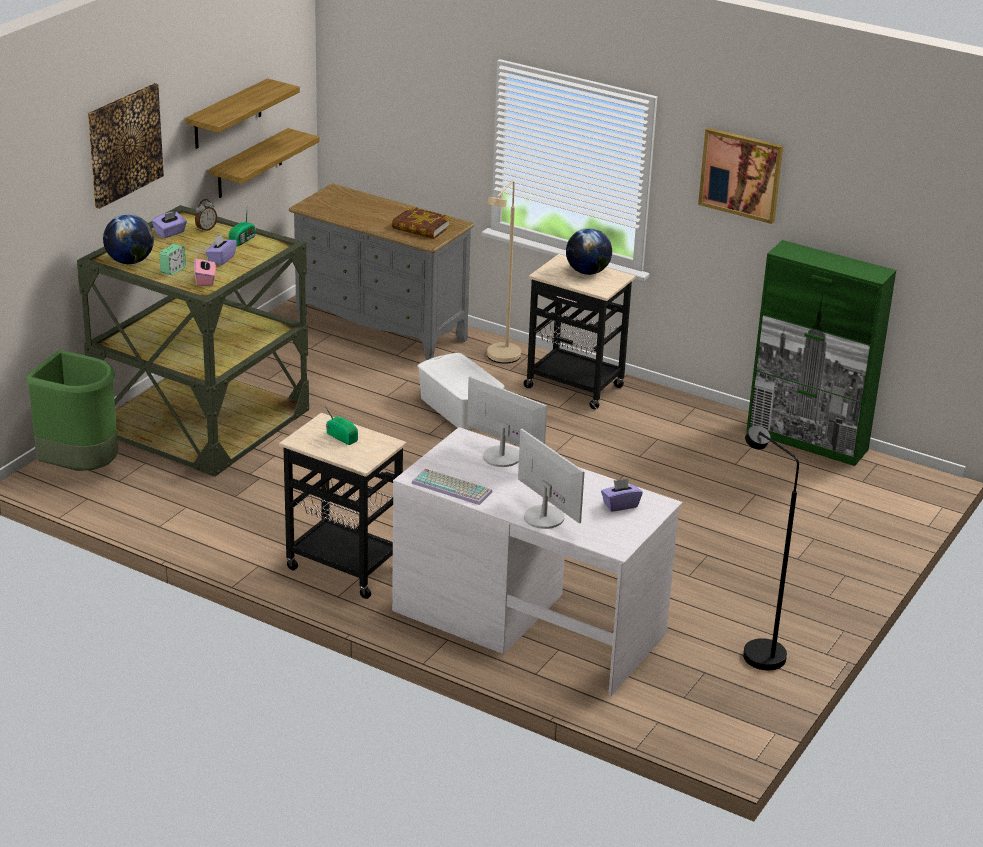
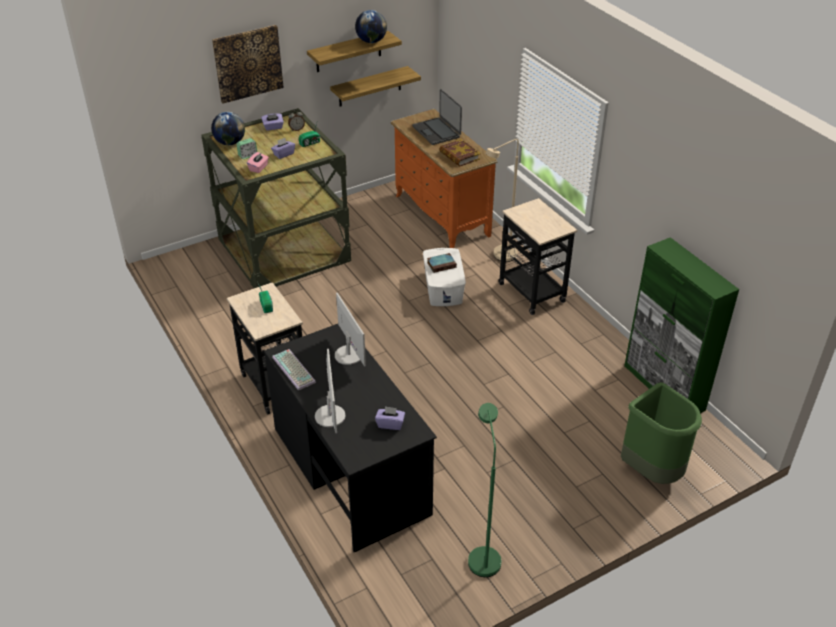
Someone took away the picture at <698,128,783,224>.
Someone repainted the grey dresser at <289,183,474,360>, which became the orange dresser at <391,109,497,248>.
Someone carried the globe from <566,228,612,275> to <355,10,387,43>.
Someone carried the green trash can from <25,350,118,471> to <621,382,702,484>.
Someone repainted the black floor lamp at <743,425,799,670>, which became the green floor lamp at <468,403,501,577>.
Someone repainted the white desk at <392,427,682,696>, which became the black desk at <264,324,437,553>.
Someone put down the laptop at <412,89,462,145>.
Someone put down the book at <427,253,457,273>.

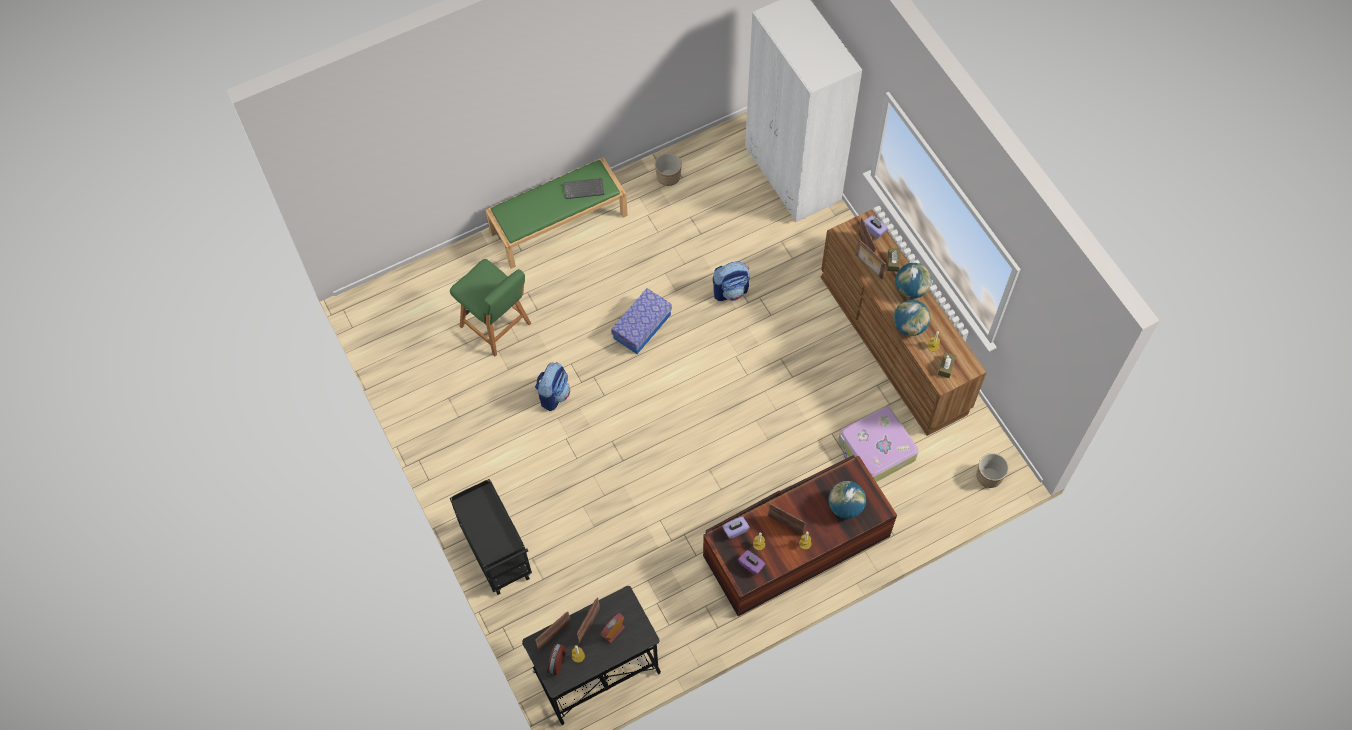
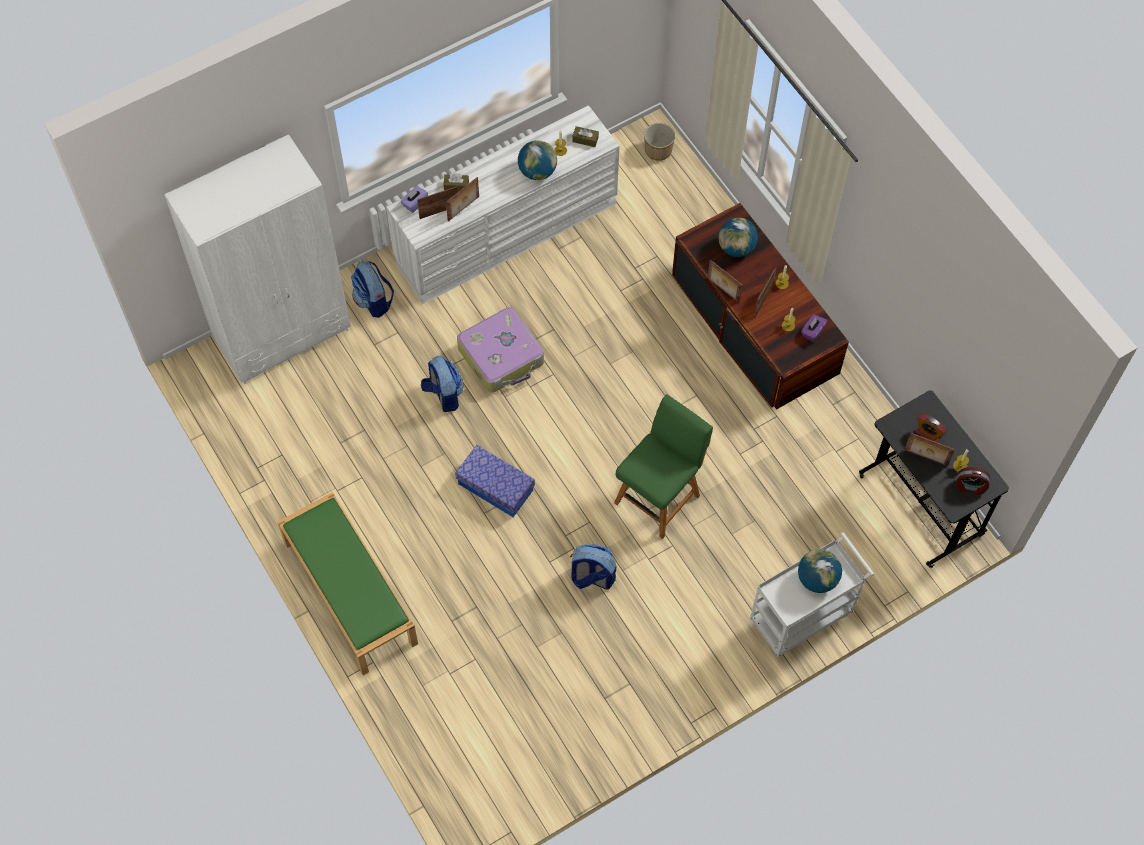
Someone took away the planter at <655,153,682,186>.
Someone took away the keyboard at <564,178,604,199>.
Someone repainted the brown dresser at <820,209,987,436>, which became the white dresser at <386,105,620,304>.
Someone carried the green chair from <450,259,531,357> to <614,394,713,539>.
Someone carried the globe from <895,263,932,299> to <798,549,842,593>.
Someone carried the suitcase from <838,406,919,482> to <457,307,544,393>.
Someone repainted the black cart at <450,479,532,595>, which became the white cart at <750,532,874,657>.
Someone took away the purple tissue box at <722,516,750,539>.
Someone carried the picture frame from <535,612,571,650> to <707,260,743,303>.
Someone put down the backpack at <351,261,394,318>.

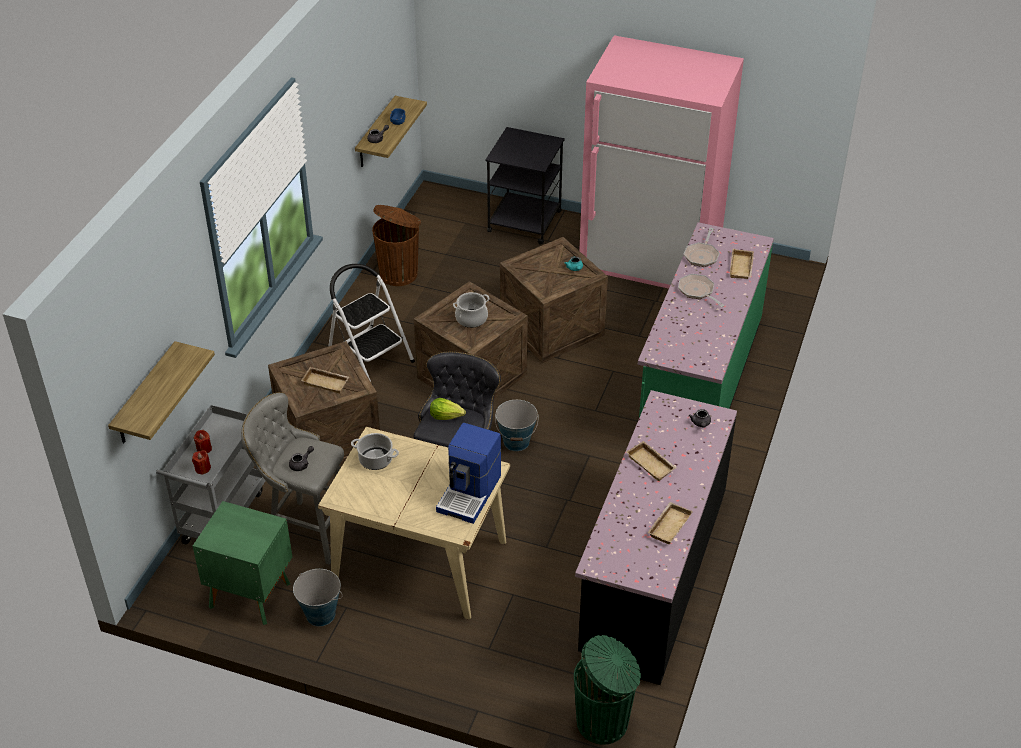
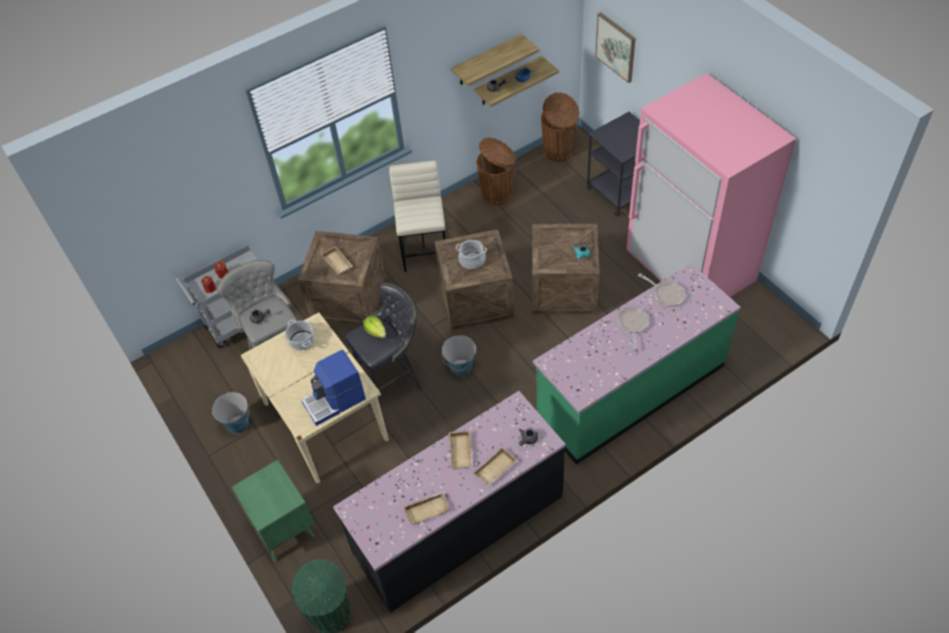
Someone rotated the frying pan at <684,228,720,267> by 105 degrees counterclockwise.
Someone carried the beige tray from <730,249,754,279> to <473,447,517,487>.
Someone swapped the step ladder at <328,264,415,385> for the beige chair at <389,161,445,272>.
Someone carried the shelf from <108,341,215,443> to <451,34,540,86>.
Someone carried the green nightstand from <192,501,292,625> to <232,460,315,562>.
Someone put up the picture at <595,12,636,83>.
Someone put down the brown trash can at <541,92,580,162>.

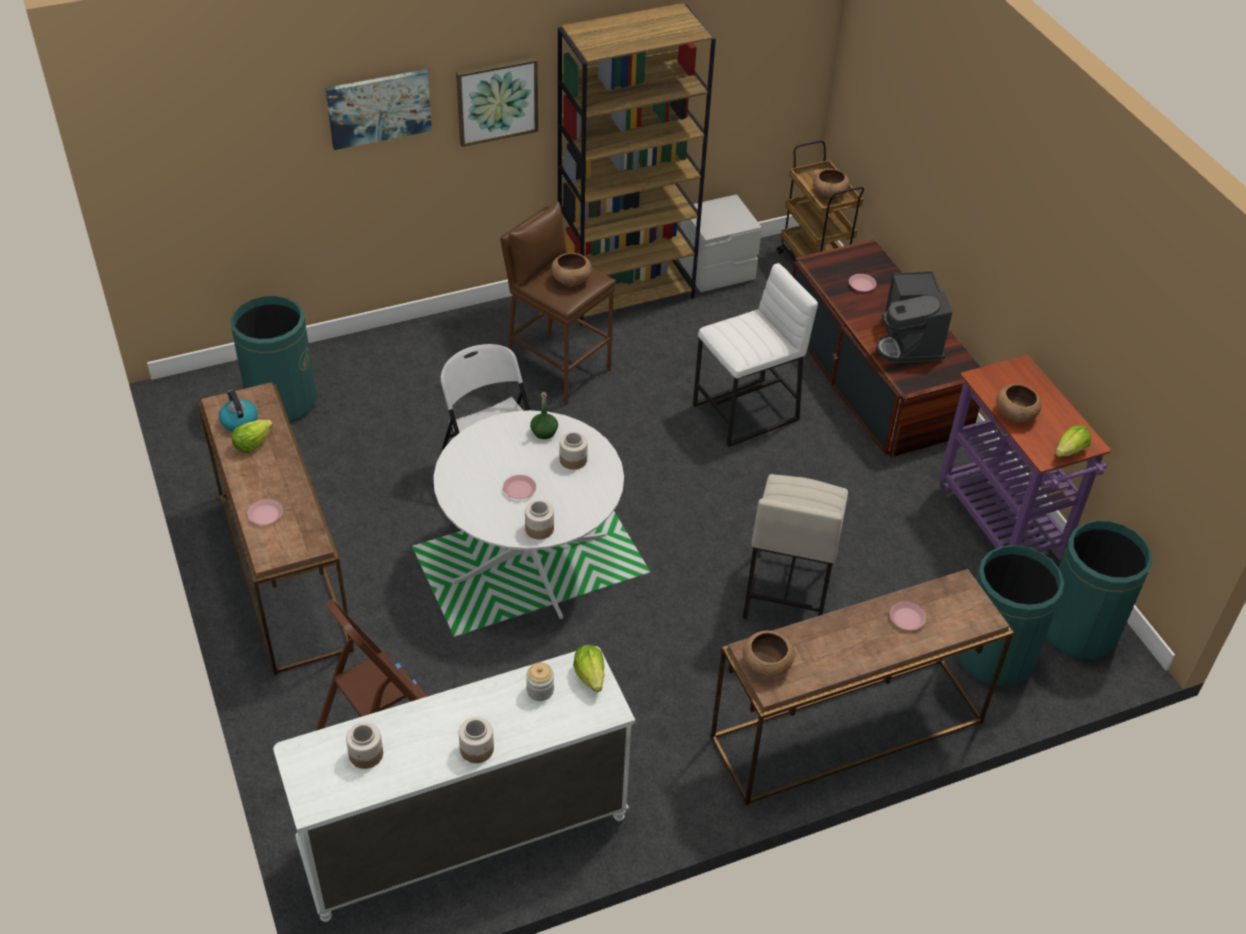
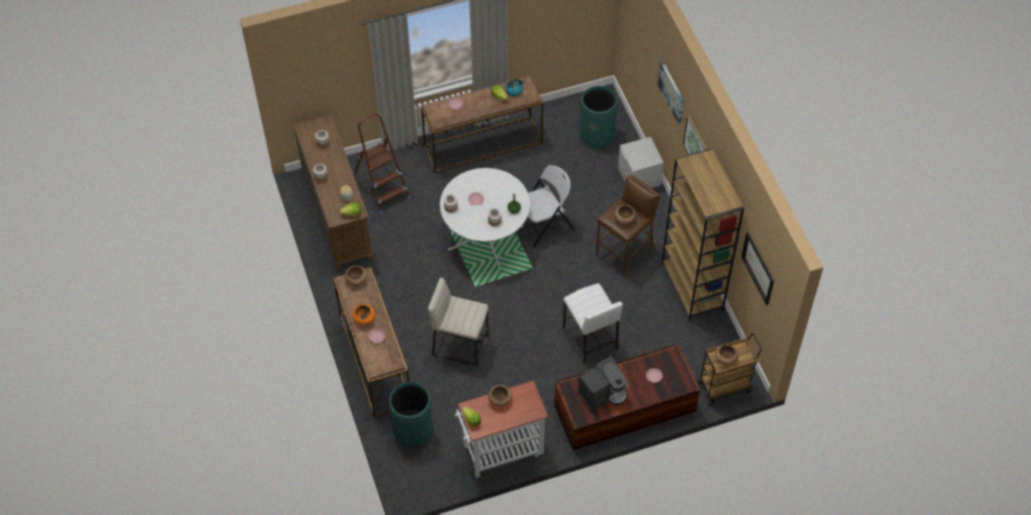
Someone carried the white nightstand from <678,194,762,292> to <618,137,664,188>.
Someone rotated the coffee machine at <876,271,952,363> by 150 degrees clockwise.
Someone repainted the purple cart at <939,355,1111,560>, which became the white cart at <455,381,548,478>.
Someone took away the green trash can at <1046,520,1152,659>.
Someone repainted the white dresser at <273,646,636,922>, which became the brown dresser at <293,115,373,269>.
Someone put up the picture at <741,232,774,305>.
Someone put down the orange bowl at <352,304,375,325>.

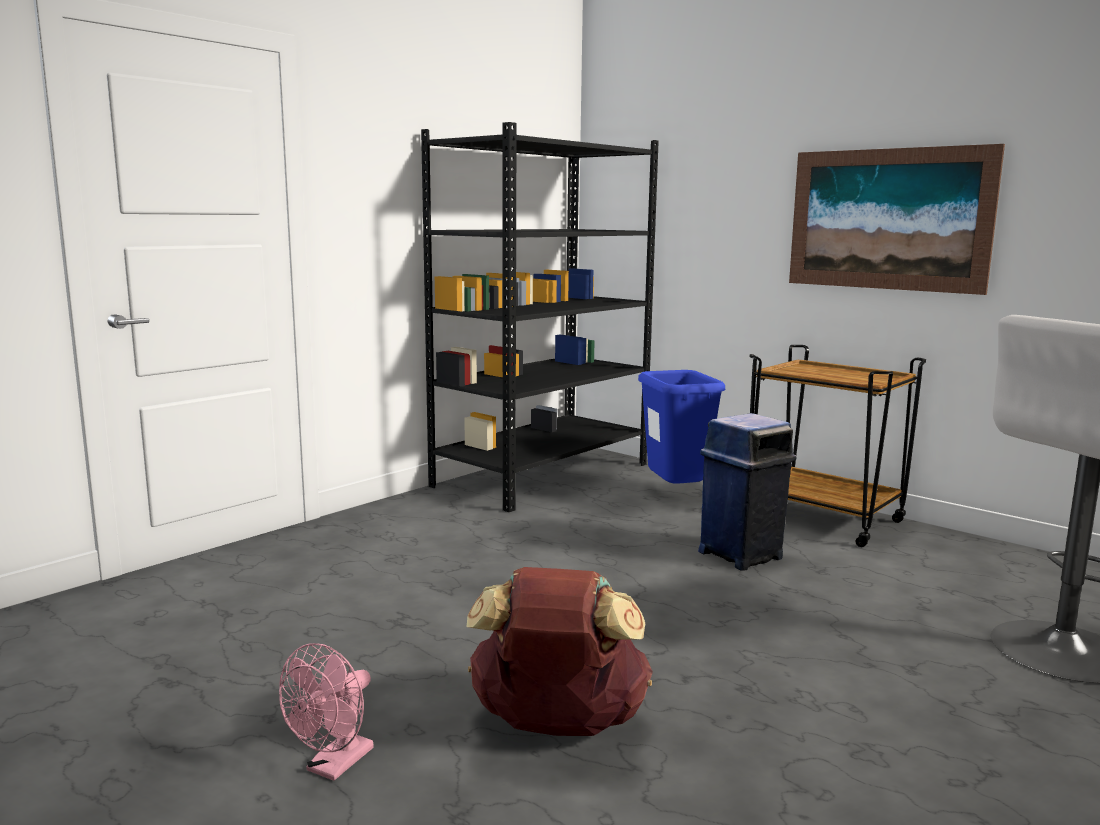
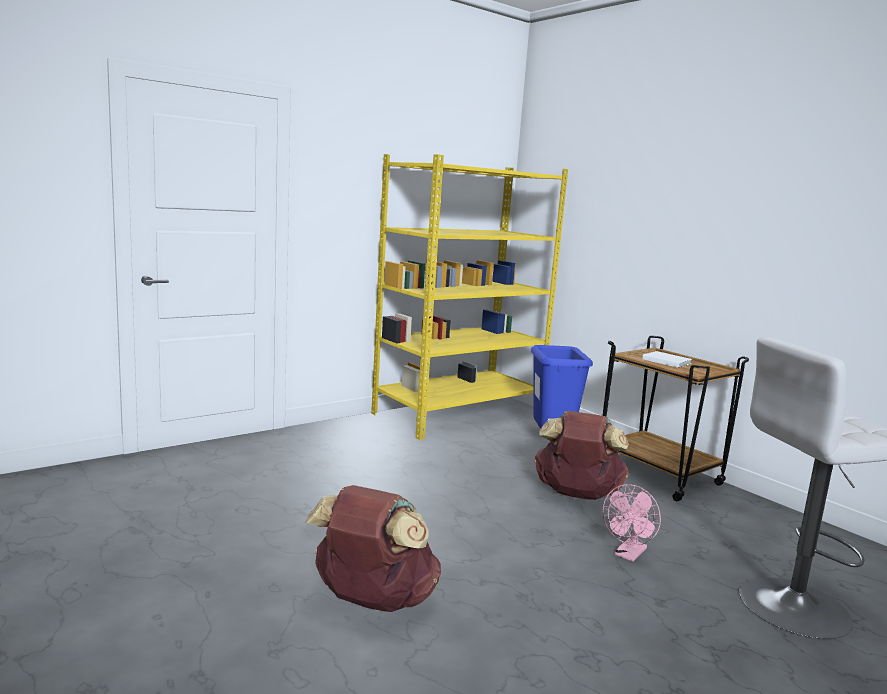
Someone repainted the black bookcase at <421,122,659,512>, which became the yellow bookcase at <371,154,568,440>.
Someone took away the picture at <789,144,1005,295>.
Someone swapped the blue trash can at <698,413,796,571> for the brown backpack at <534,411,629,500>.
Someone carried the pink fan from <279,643,374,781> to <603,484,661,562>.
Someone put down the white book at <642,351,692,368>.

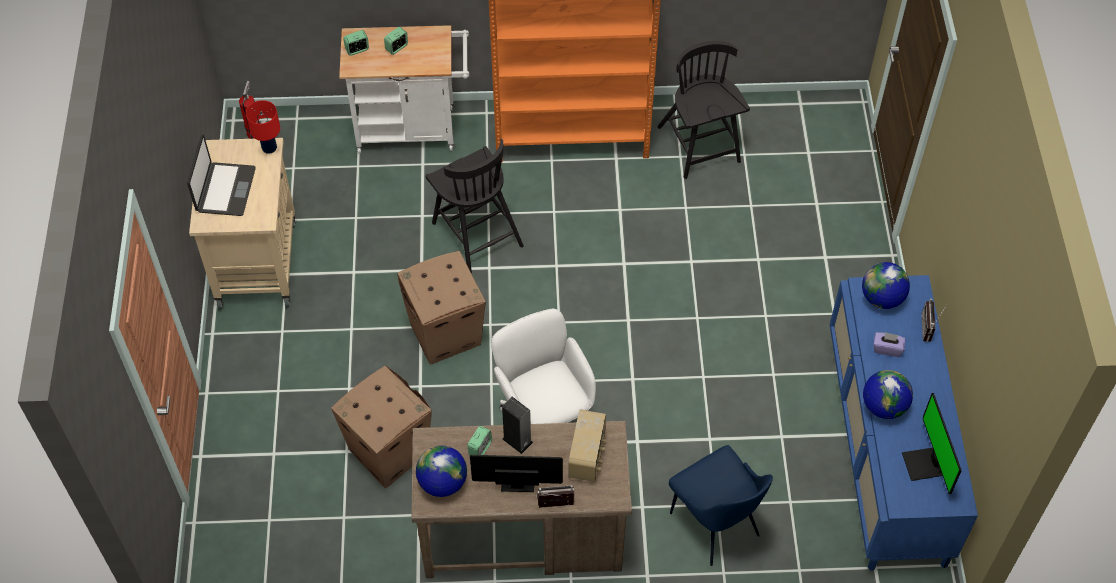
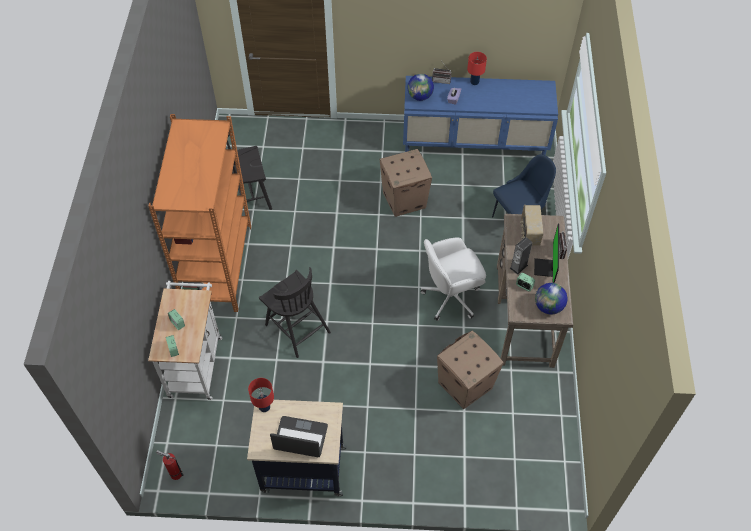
Someone repainted the beige cart at <189,138,296,310>, which became the blue cart at <247,400,346,497>.
Someone rotated the black chair at <425,139,524,273> by 75 degrees clockwise.
Someone carried the cardboard box from <397,251,486,365> to <380,149,432,217>.
Someone took away the globe at <863,370,913,419>.
Someone took away the monitor at <902,393,961,494>.
Someone rotated the radio at <568,410,607,482> by 105 degrees counterclockwise.
Someone put down the red table lamp at <467,52,487,85>.

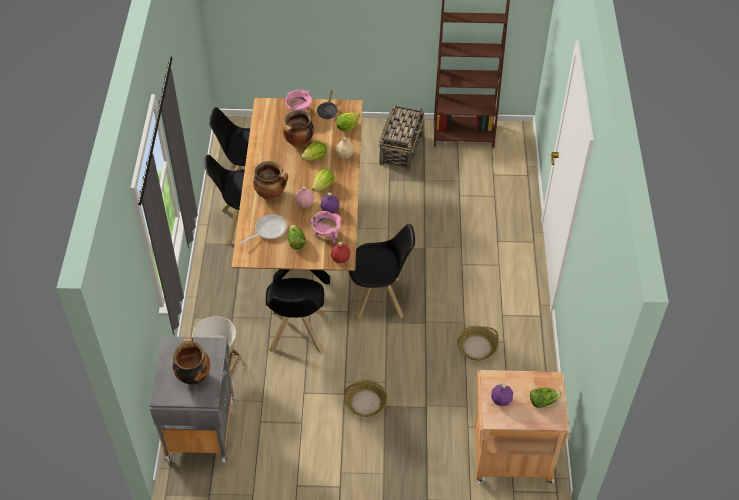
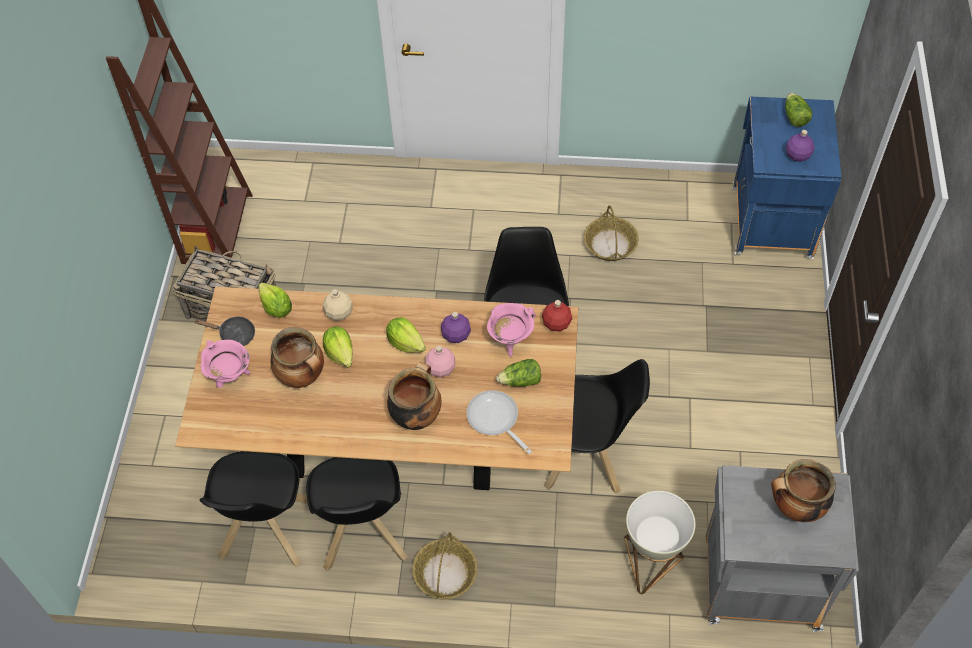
Someone repainted the brown cart at <474,370,570,485>, which became the blue cart at <732,96,841,259>.
Someone carried the basket from <344,380,387,417> to <412,532,477,599>.

